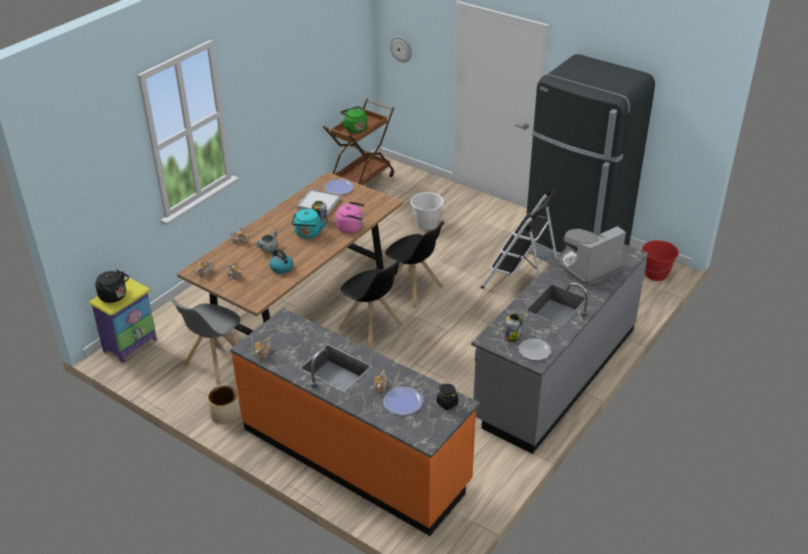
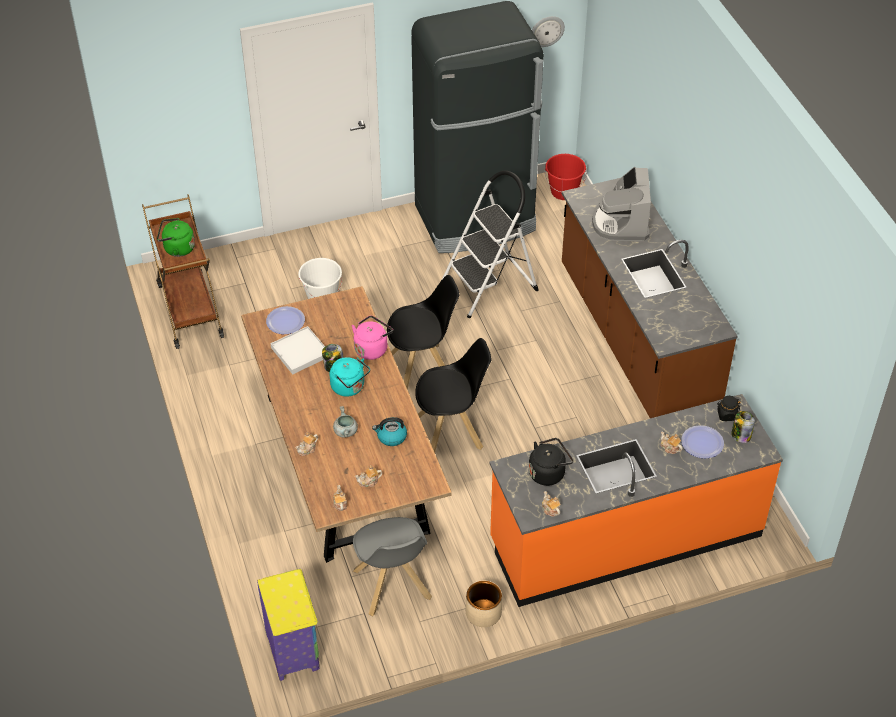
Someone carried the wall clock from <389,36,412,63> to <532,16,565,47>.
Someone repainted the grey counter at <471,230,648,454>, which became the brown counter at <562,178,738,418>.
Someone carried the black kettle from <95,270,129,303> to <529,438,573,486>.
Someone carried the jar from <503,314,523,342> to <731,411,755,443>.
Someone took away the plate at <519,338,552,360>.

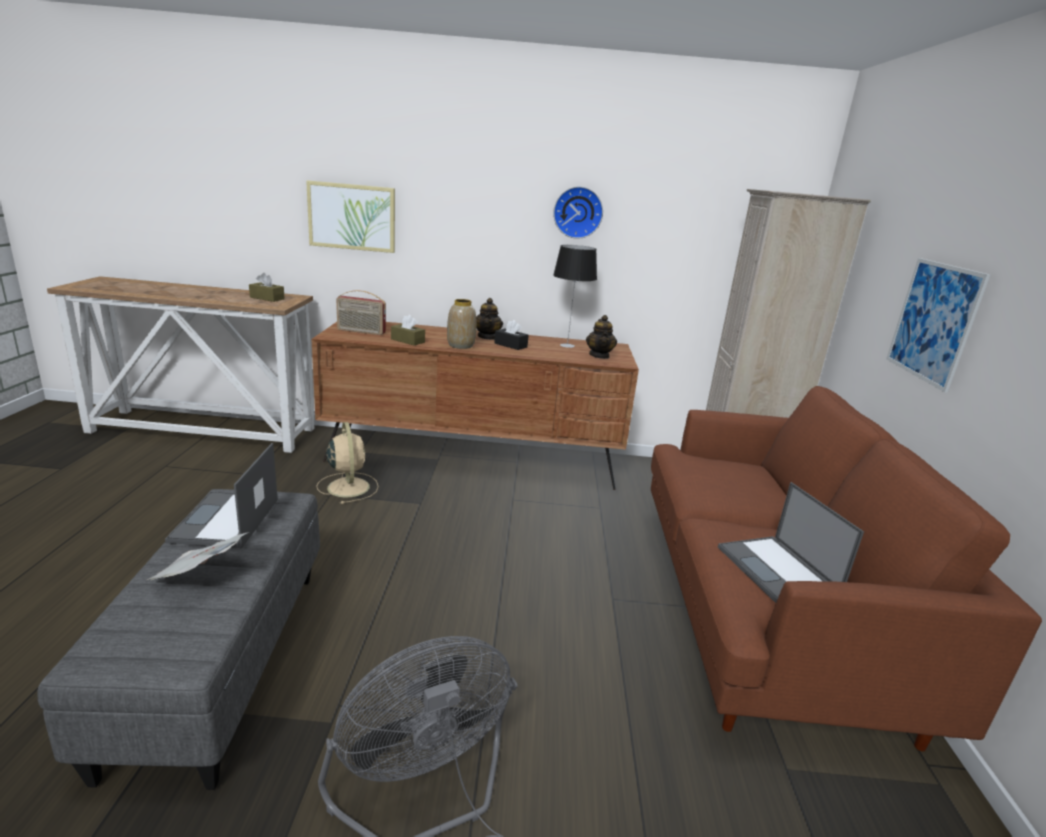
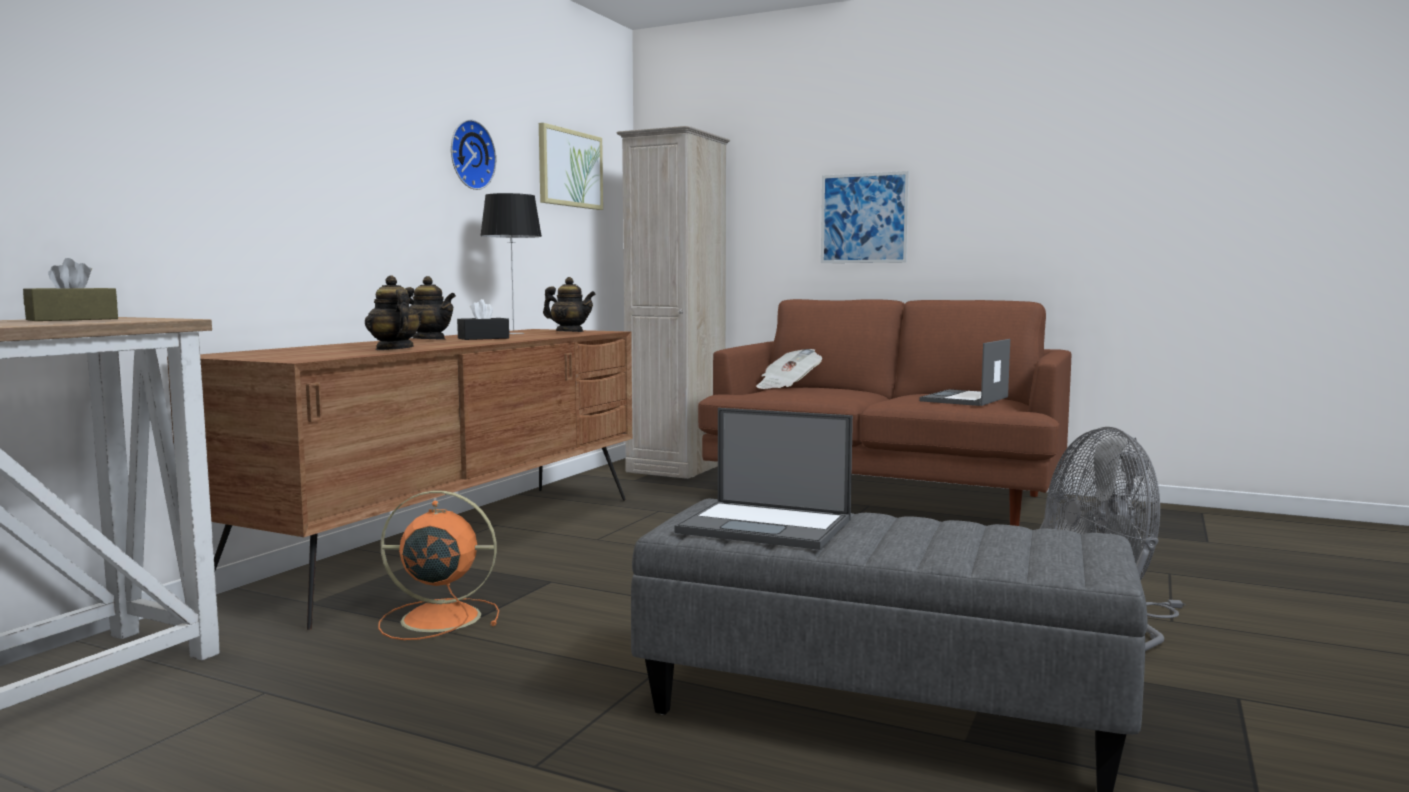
Someone carried the picture from <306,181,395,253> to <539,123,603,210>.
Someone took away the radio at <336,290,386,335>.
Someone took away the vase at <447,299,477,349>.
Someone swapped the brown tissue box at <391,315,425,345> for the teapot at <365,275,421,350>.
Someone repainted the beige fan at <317,422,379,504>, which became the orange fan at <378,491,499,640>.
Someone rotated the laptop at <718,482,864,603> by 120 degrees clockwise.
Someone carried the newspaper from <147,532,249,580> to <756,349,822,389>.

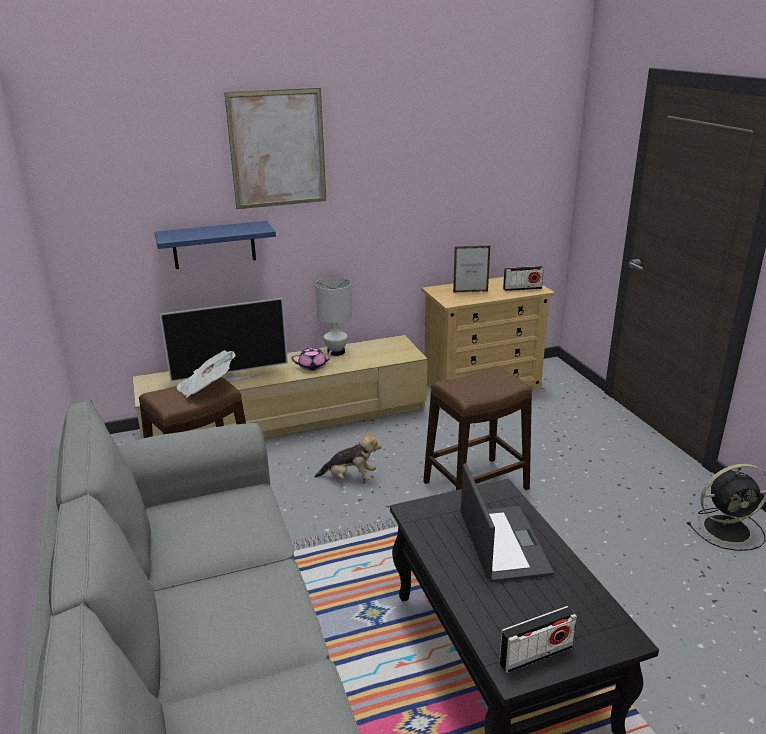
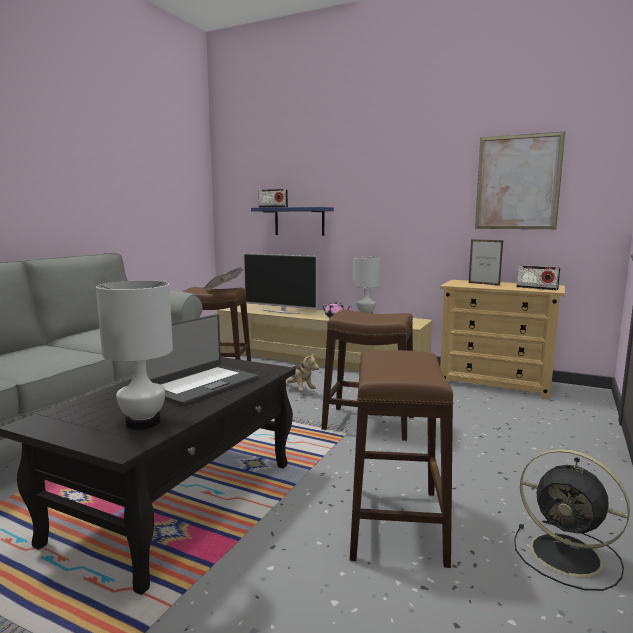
Someone carried the picture from <224,88,326,209> to <475,132,565,229>.
Someone carried the radio from <499,606,577,673> to <258,189,288,208>.
Someone put down the white table lamp at <96,281,173,430>.
Someone put down the brown stool at <350,350,453,568>.

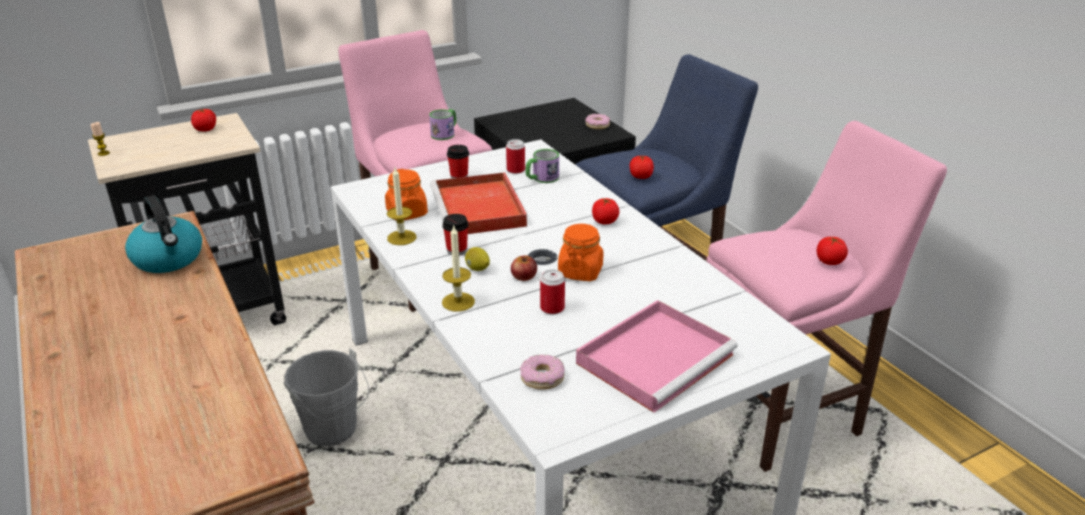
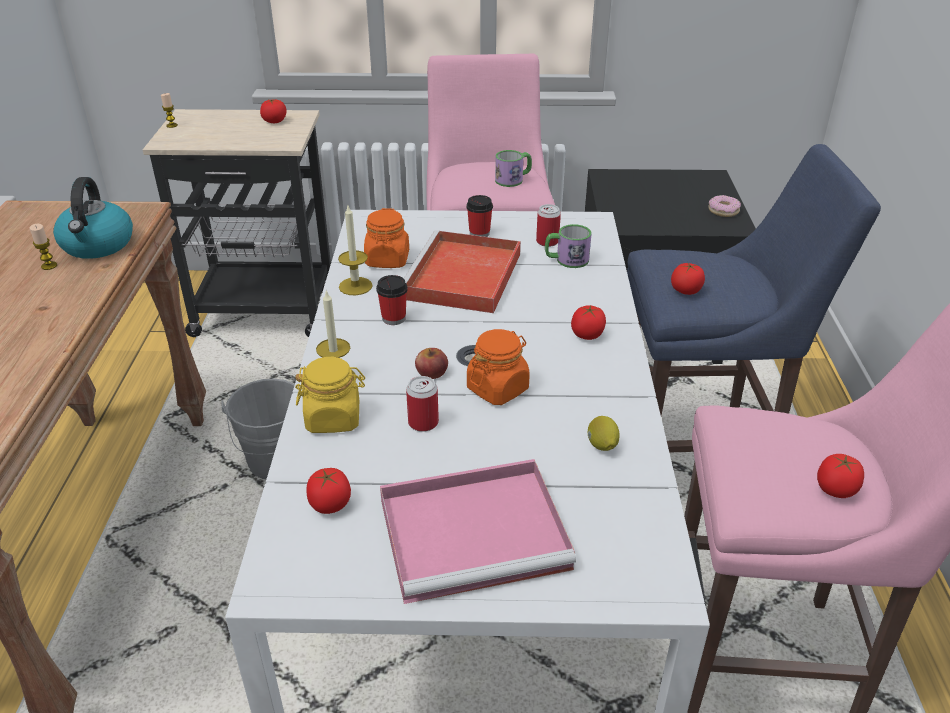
Someone carried the lemon from <465,247,490,271> to <588,416,620,451>.
Someone swapped the donut at <520,355,564,390> for the tomato at <306,468,351,514>.
Someone put down the candle at <29,224,57,270>.
Someone put down the yellow jar at <295,357,365,433>.

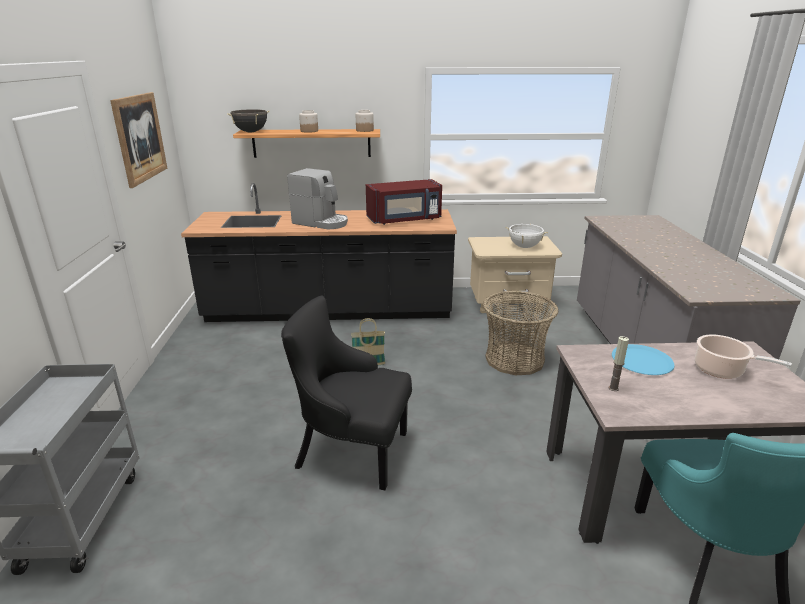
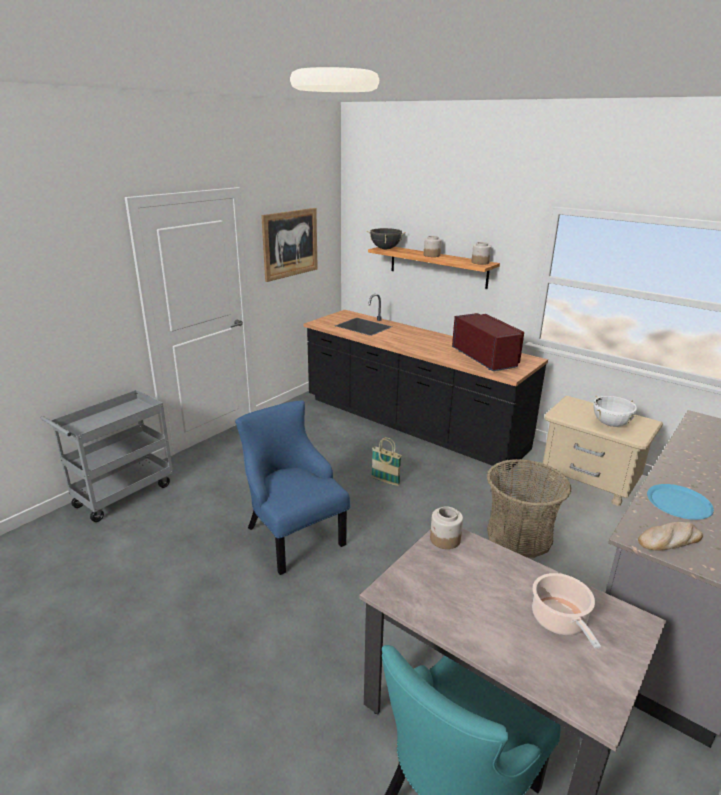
Someone took away the coffee machine at <287,168,348,229>.
Someone rotated the red microwave at <366,179,442,225> by 135 degrees counterclockwise.
Someone repainted the black chair at <281,295,412,490>, which became the blue chair at <235,401,351,575>.
Someone took away the candle at <609,336,629,391>.
Someone carried the blue plate from <612,344,675,375> to <647,484,714,520>.
Someone put down the jar at <430,506,463,549>.
Someone put down the bread at <638,522,703,550>.

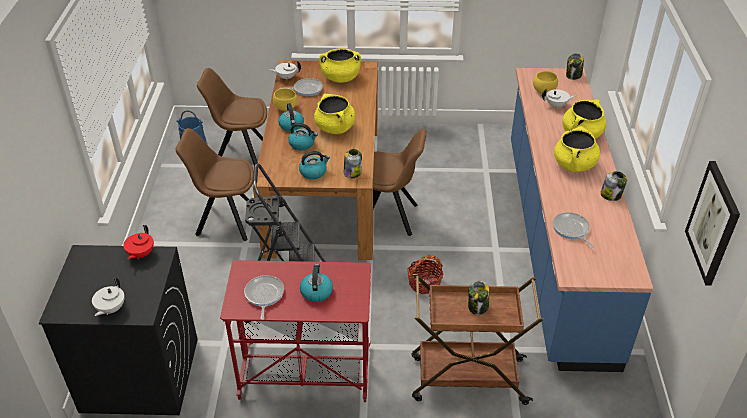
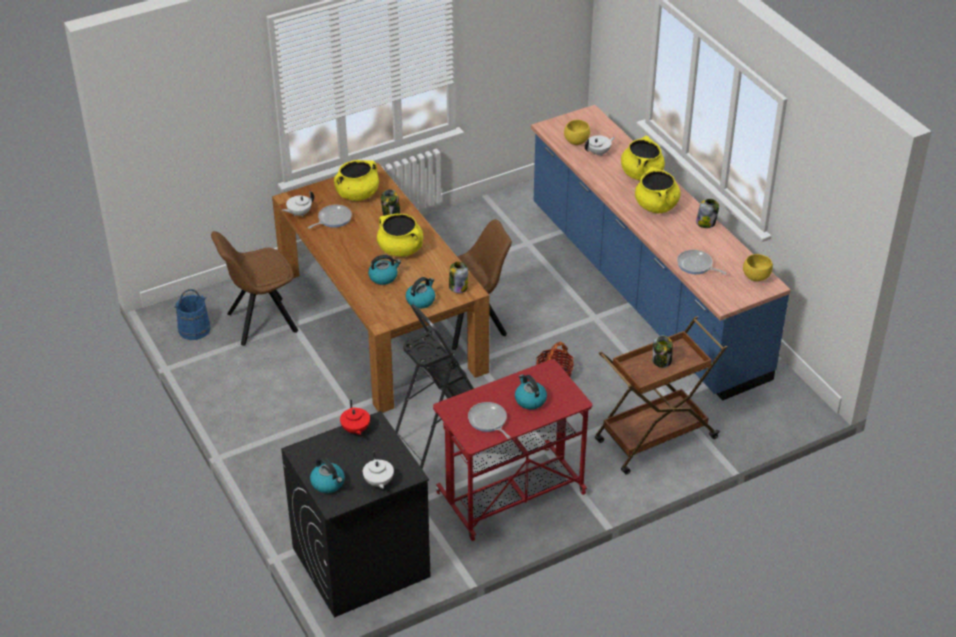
Someone carried the jar from <566,53,584,80> to <381,189,400,216>.
Someone carried the yellow bowl from <273,88,297,111> to <743,254,773,281>.
Someone carried the kettle from <278,104,304,132> to <310,457,345,493>.
Someone took away the brown chair at <176,128,254,241>.
Someone took away the picture at <685,161,740,286>.

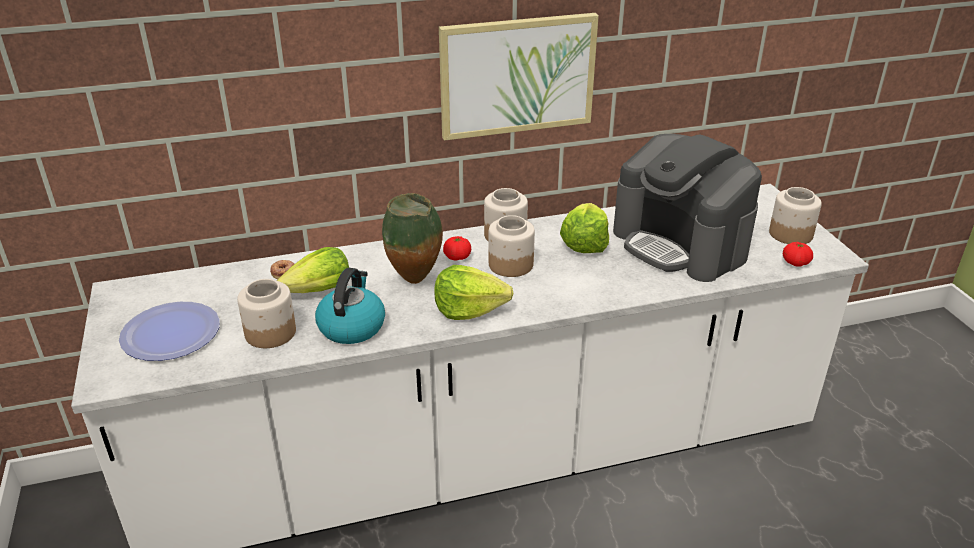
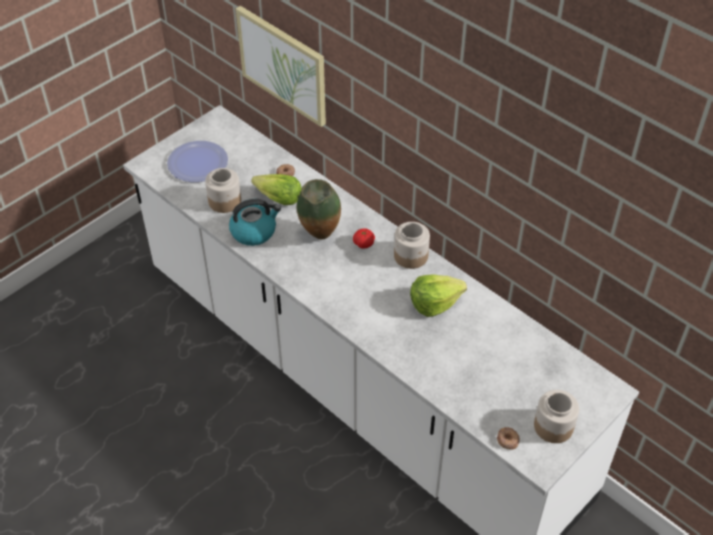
Someone carried the picture from <439,13,599,141> to <236,6,326,127>.
Someone took away the coffee machine at <613,134,762,282>.
Someone took away the jar at <489,215,535,277>.
Someone swapped the tomato at <783,242,813,266> for the donut at <497,427,520,450>.
Someone took away the lettuce at <434,265,514,320>.

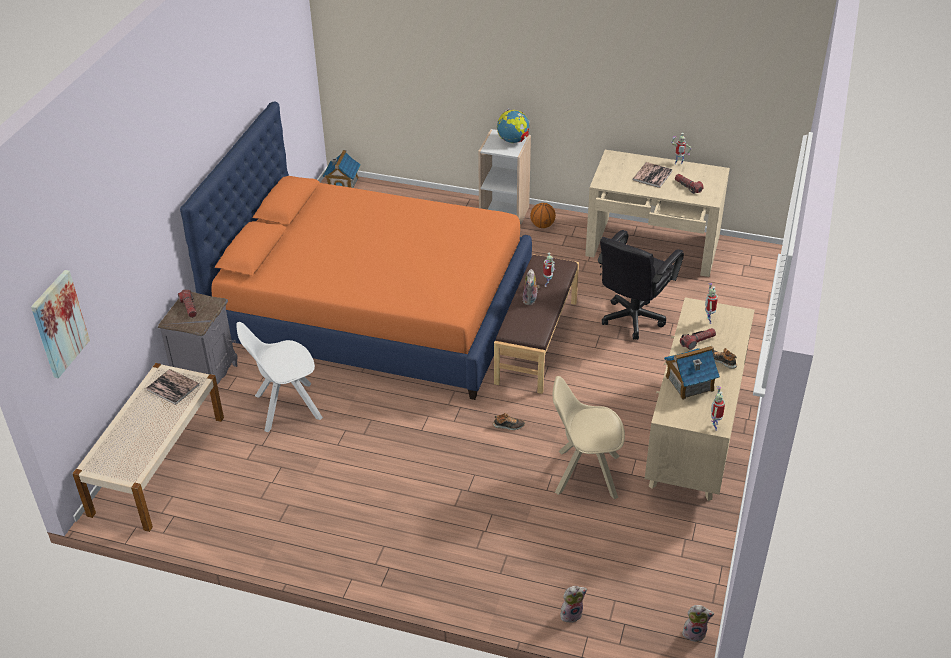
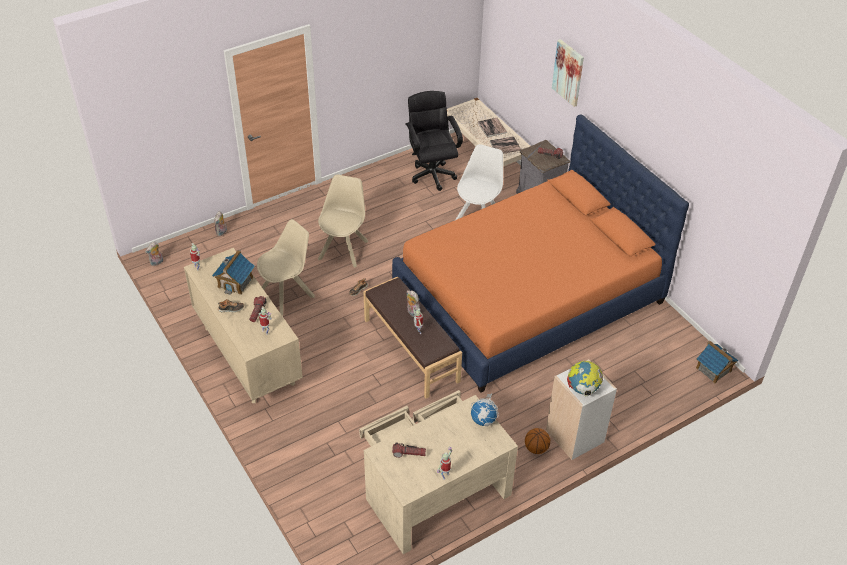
Someone carried the book from <632,162,673,188> to <478,118,507,137>.
Someone carried the black office chair from <598,230,684,340> to <405,91,463,191>.
Someone carried the picture from <31,270,90,378> to <552,39,584,107>.
Someone put down the beige chair at <318,174,368,268>.
Someone put down the globe at <471,394,499,426>.

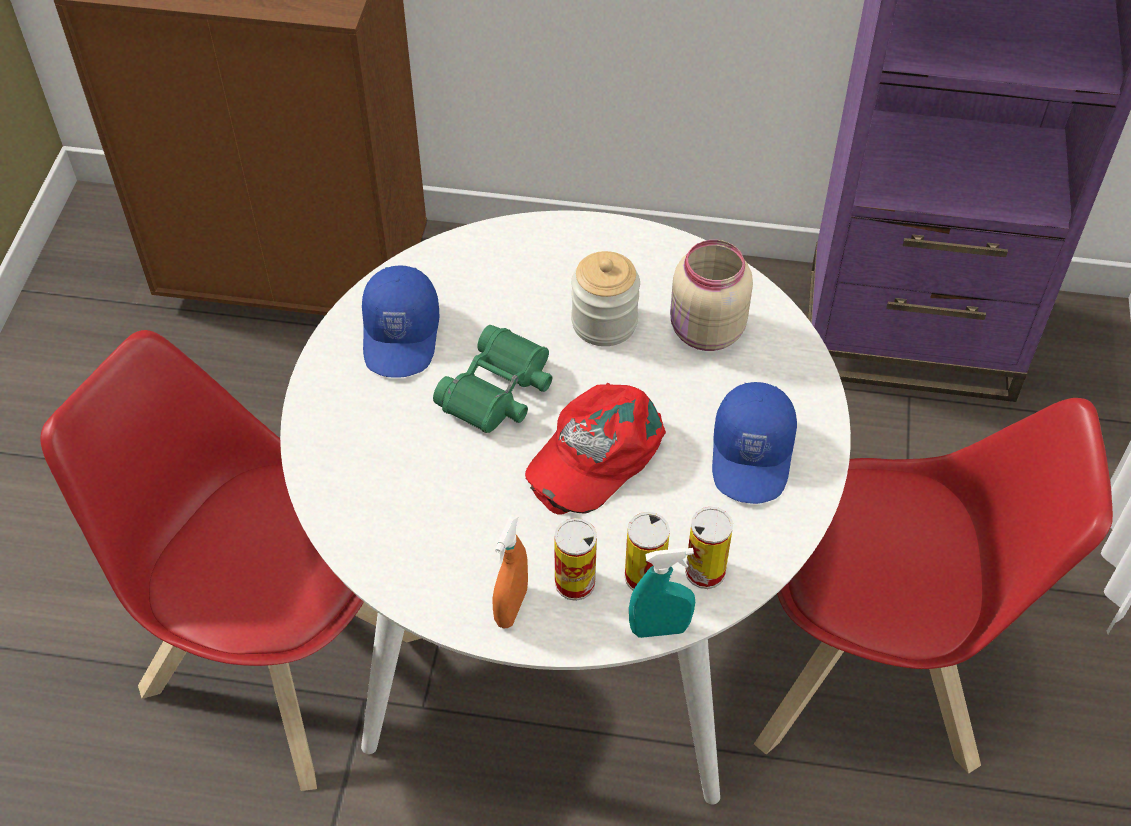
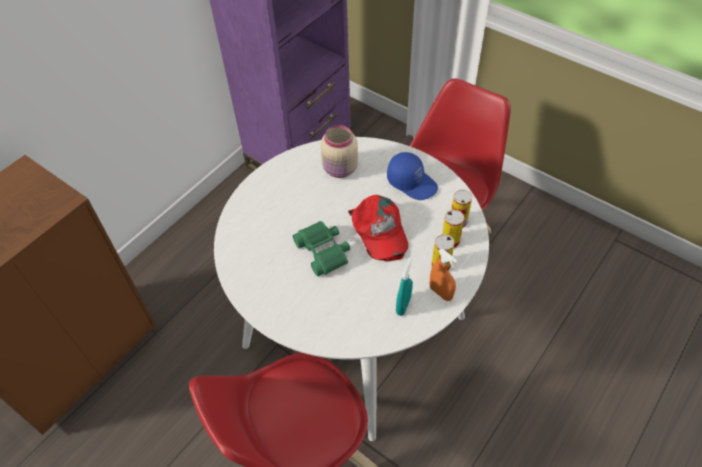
Someone took away the jar at <571,251,640,346>.
Someone took away the blue cap at <362,265,439,378>.
Someone carried the turquoise spray bottle from <629,548,695,638> to <396,257,413,316>.

